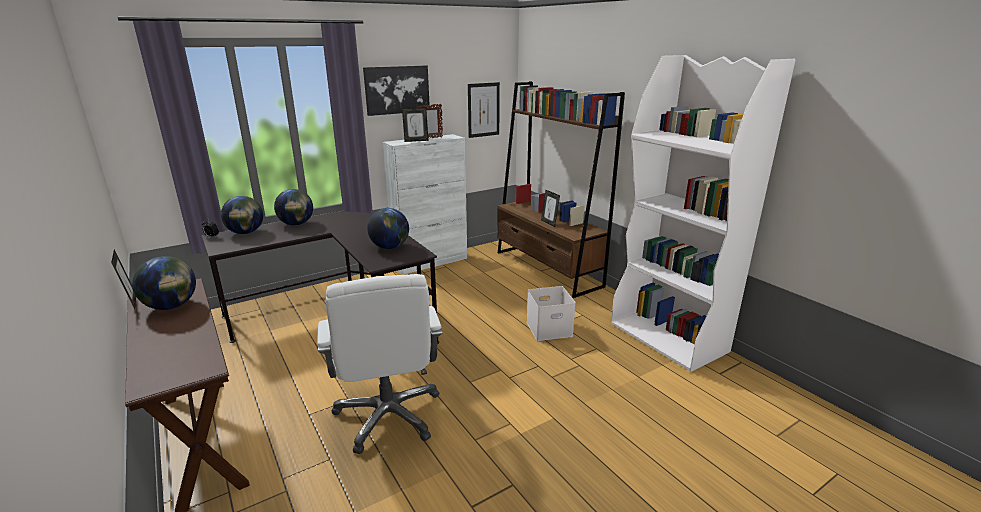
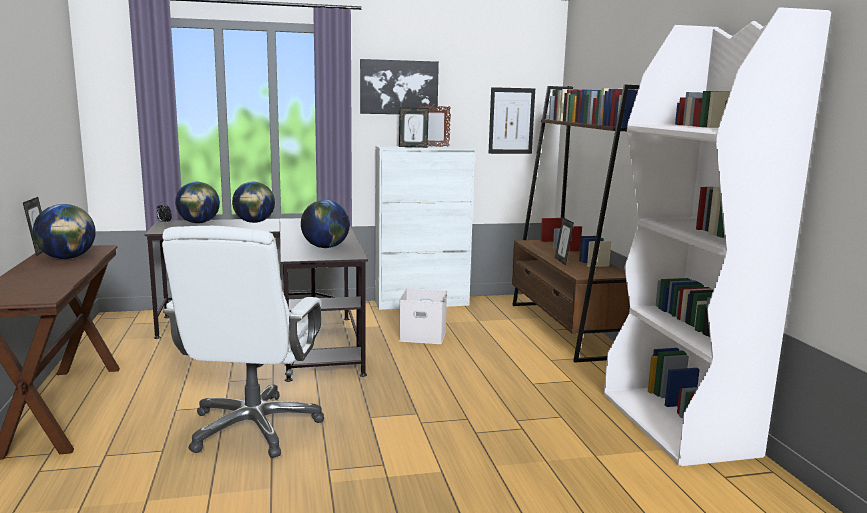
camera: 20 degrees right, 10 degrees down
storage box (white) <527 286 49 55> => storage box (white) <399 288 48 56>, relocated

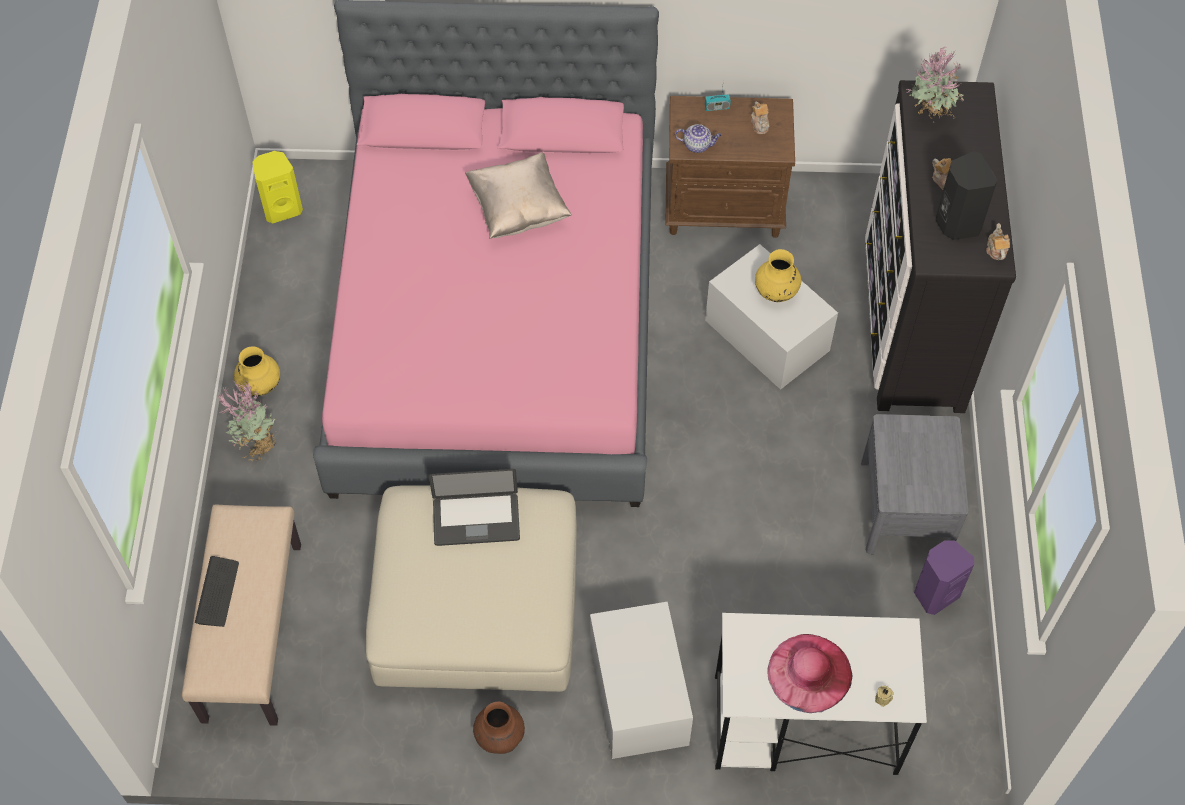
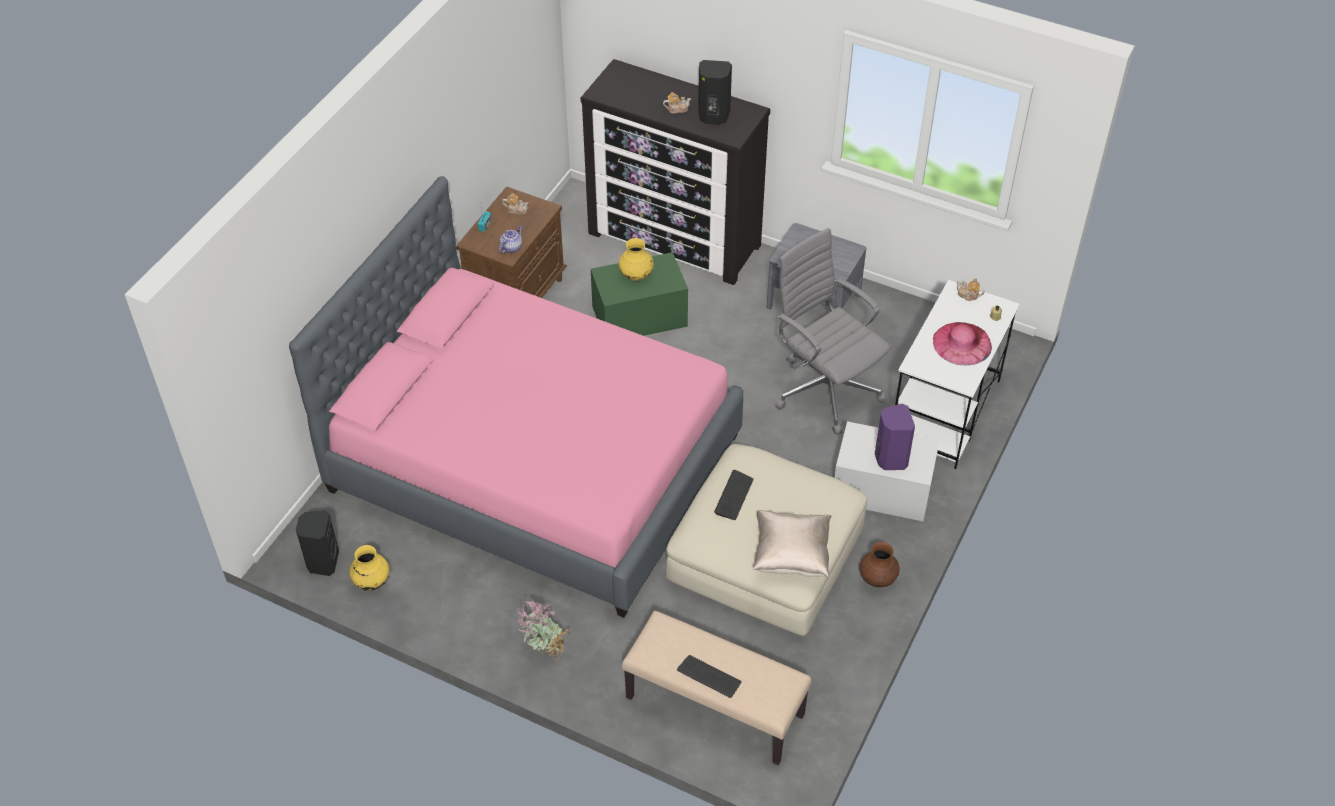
camera: 65 degrees left, 10 degrees down
potted plant <907 46 57 72> => nothing
speaker (yellow) <252 151 51 73> => speaker (black) <296 510 43 66>
pillow (beige) <465 152 107 87> => pillow (beige) <753 510 78 68>, relocated
teapot <986 223 24 37> => teapot <957 278 27 23>, relocated
storage box (white) <705 244 133 146> => storage box (green) <591 252 97 84>
vase (yellow) <234 346 46 51> => vase (yellow) <349 545 41 46>, relocated
laptop <429 469 91 77> => keyboard <714 470 40 50>
speaker (purple) <914 541 60 74> => speaker (purple) <875 404 40 66>, relocated
nothing => office chair (grey) <775 228 116 207>

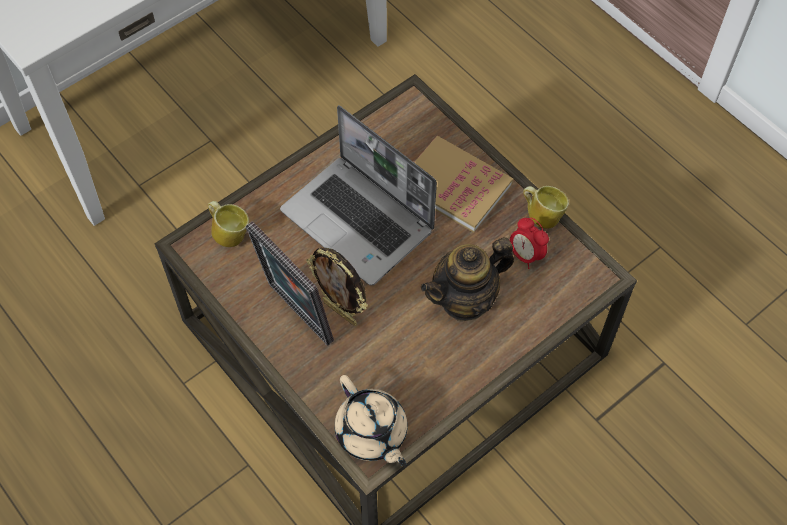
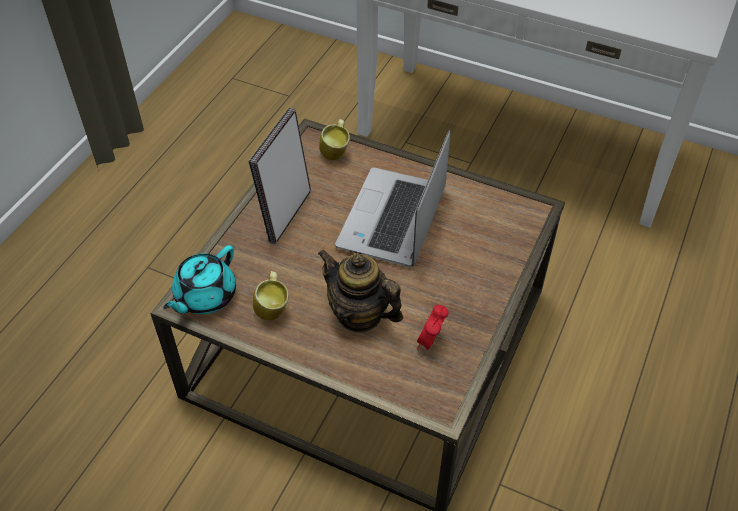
camera: 65 degrees right, 10 degrees down
book <414 136 99 97> => nothing
mug <523 186 46 43> => mug <253 271 36 49>, relocated
picture frame <306 247 62 79> => nothing
teapot (beige) <334 375 74 91> => teapot (turquoise) <163 245 73 69>

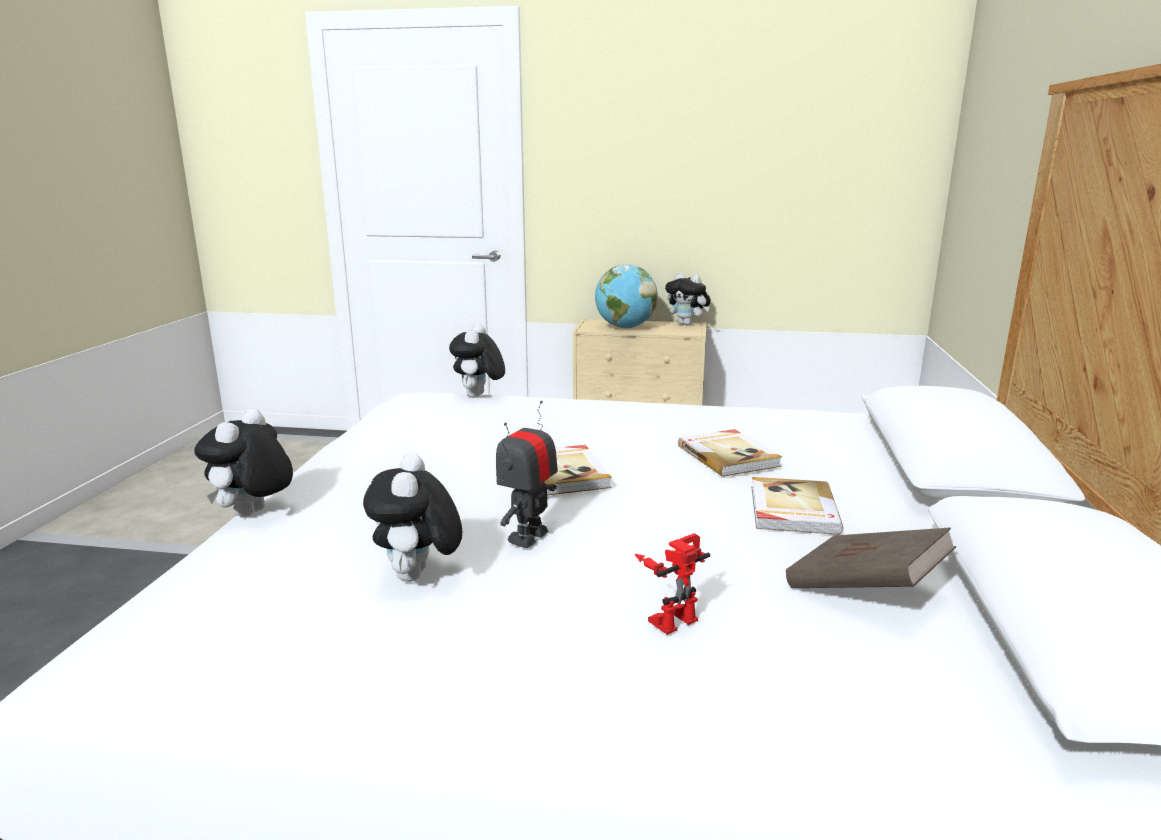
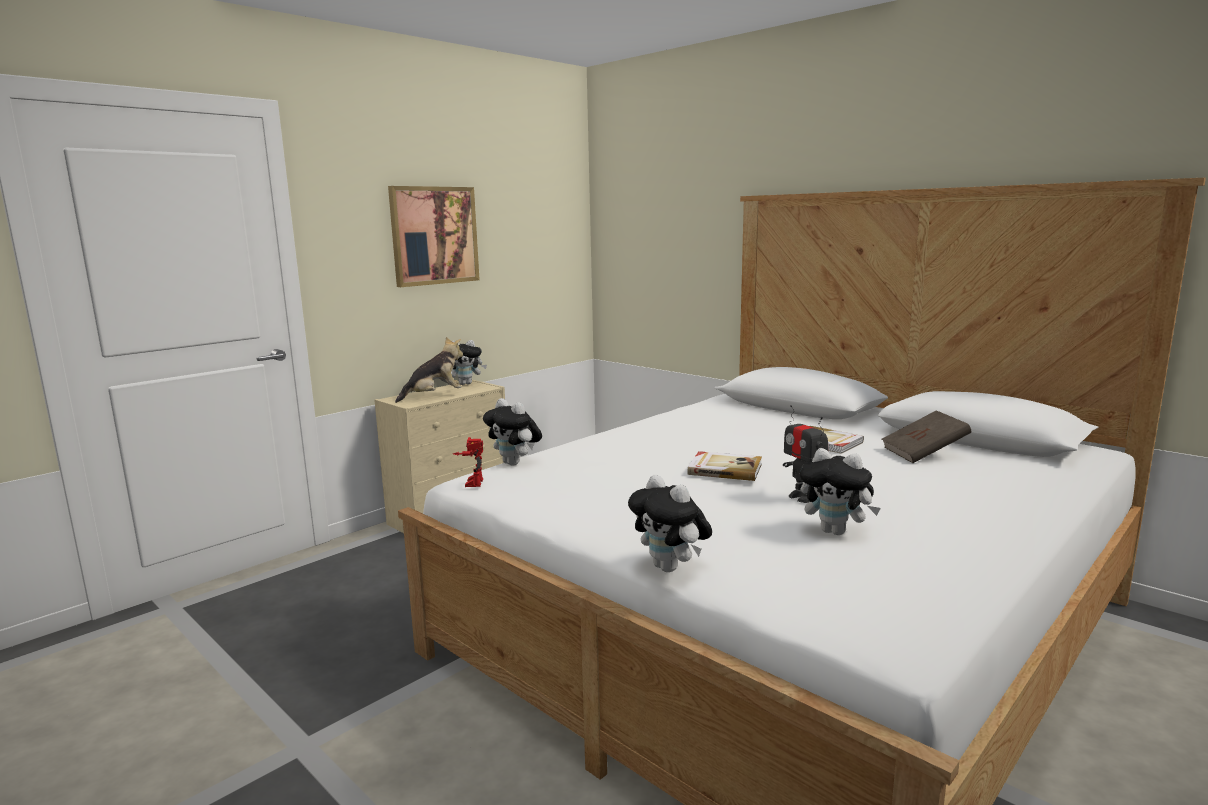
camera: 55 degrees left, 5 degrees down
globe <595 265 63 63> => plush toy <395 337 68 66>
book <678 429 104 48> => nothing
toy robot <635 533 75 102> => toy robot <453 437 30 50>, relocated
nothing => picture <388 186 92 101>

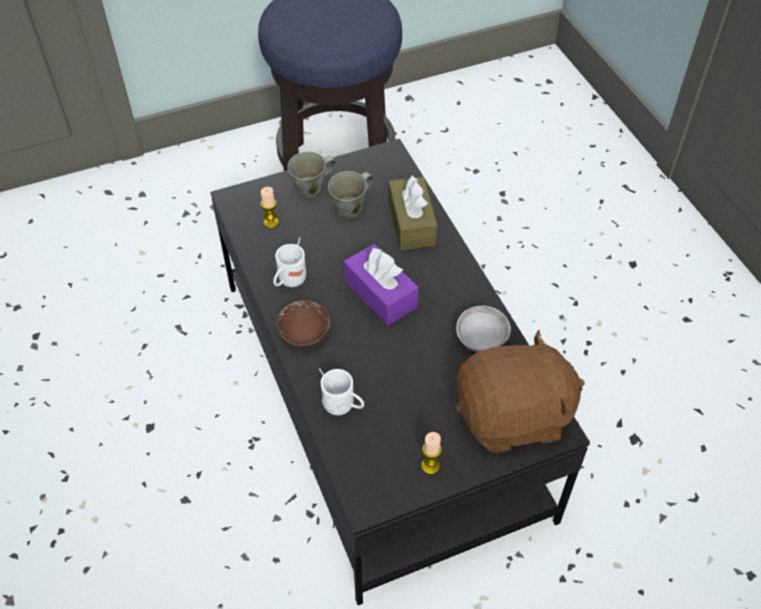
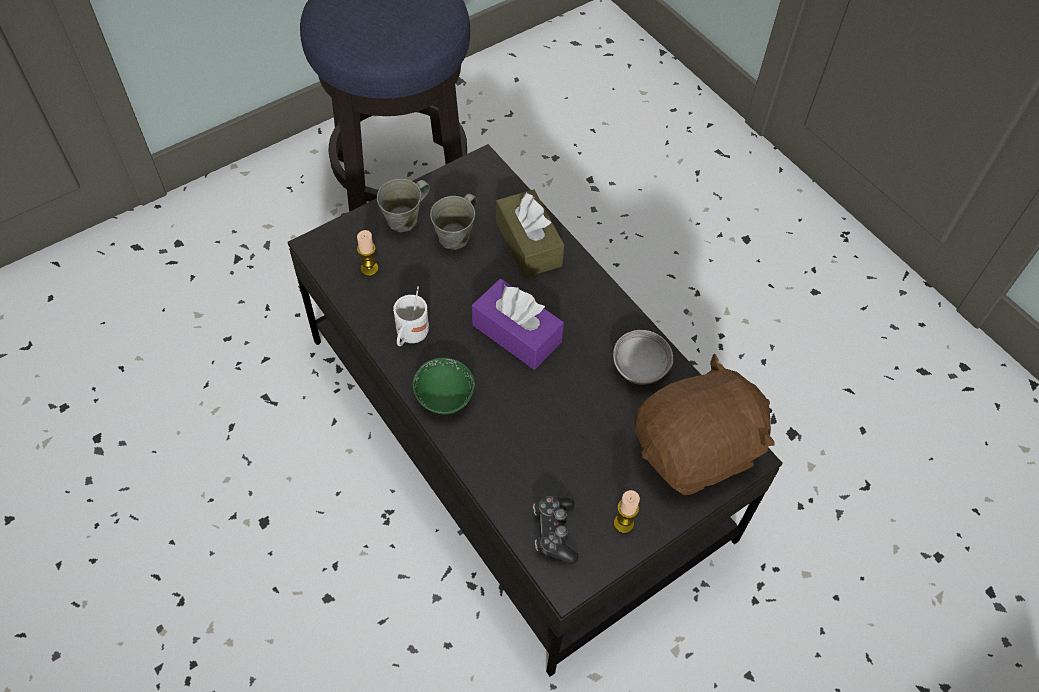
camera: 15 degrees left, 5 degrees up
bowl (brown) <276 300 55 47> => bowl (green) <413 358 62 56>
mug (white) <319 368 45 47> => nothing
nothing => game controller <533 496 45 69>

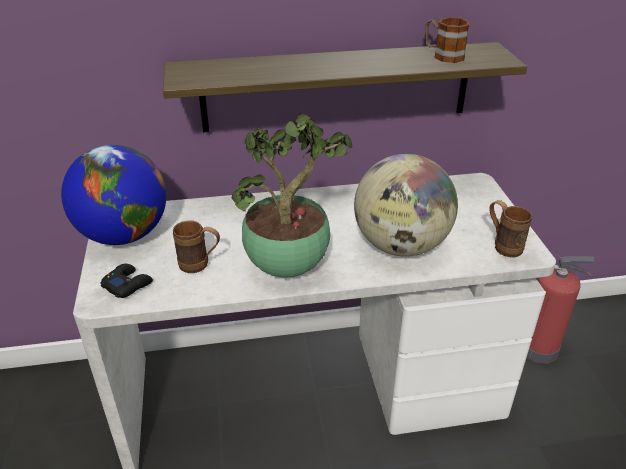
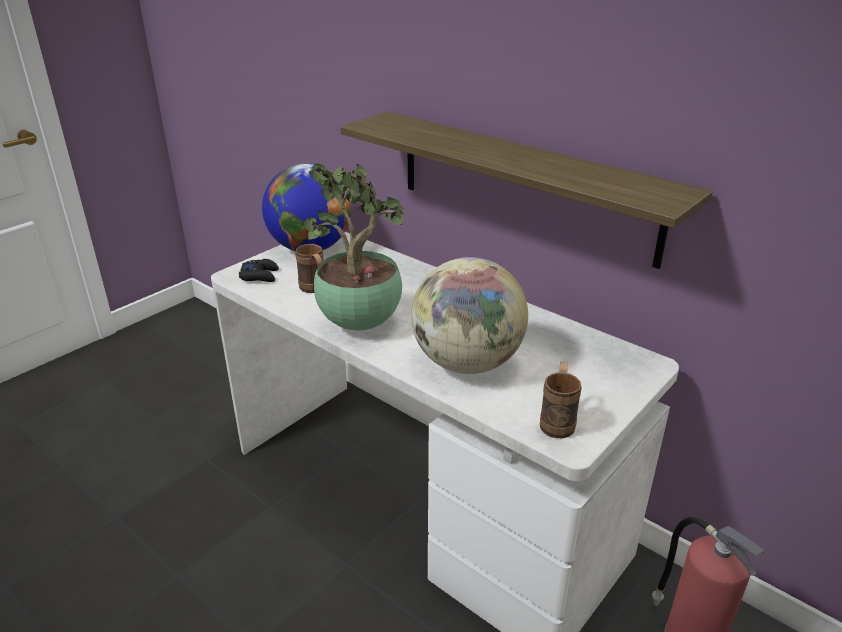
camera: 50 degrees right, 5 degrees down
mug <425 17 45 46> => nothing

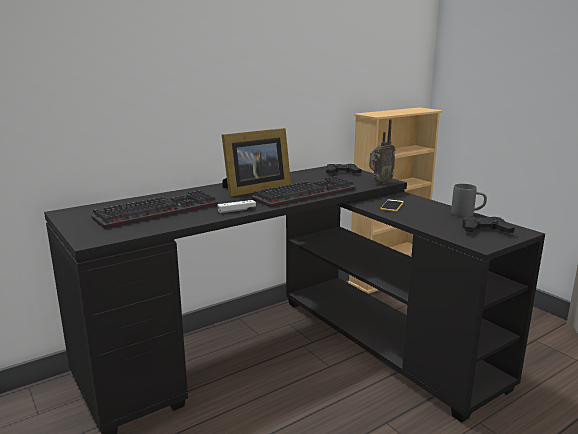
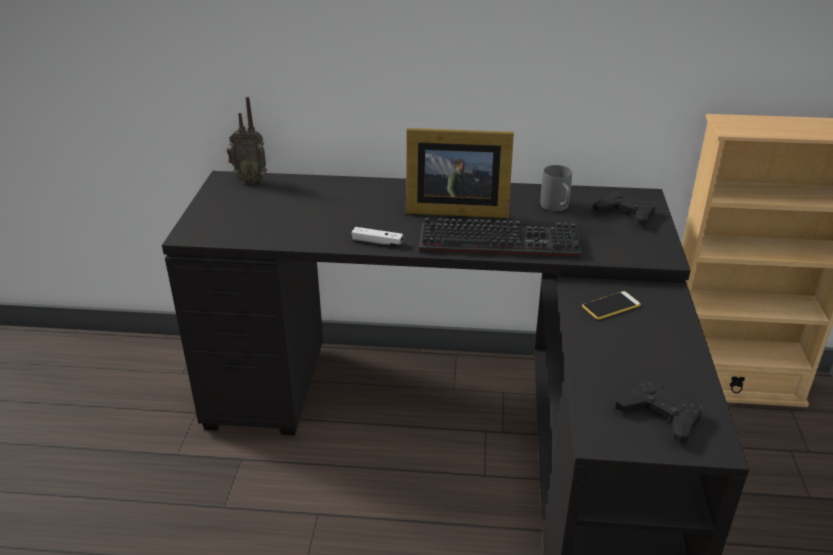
camera: 40 degrees right, 15 degrees up
radio <369 119 27 65> => radio <227 97 40 87>, relocated
mug (grey) <451 184 36 33> => mug (grey) <540 165 32 46>, relocated
keyboard <91 190 127 39> => nothing

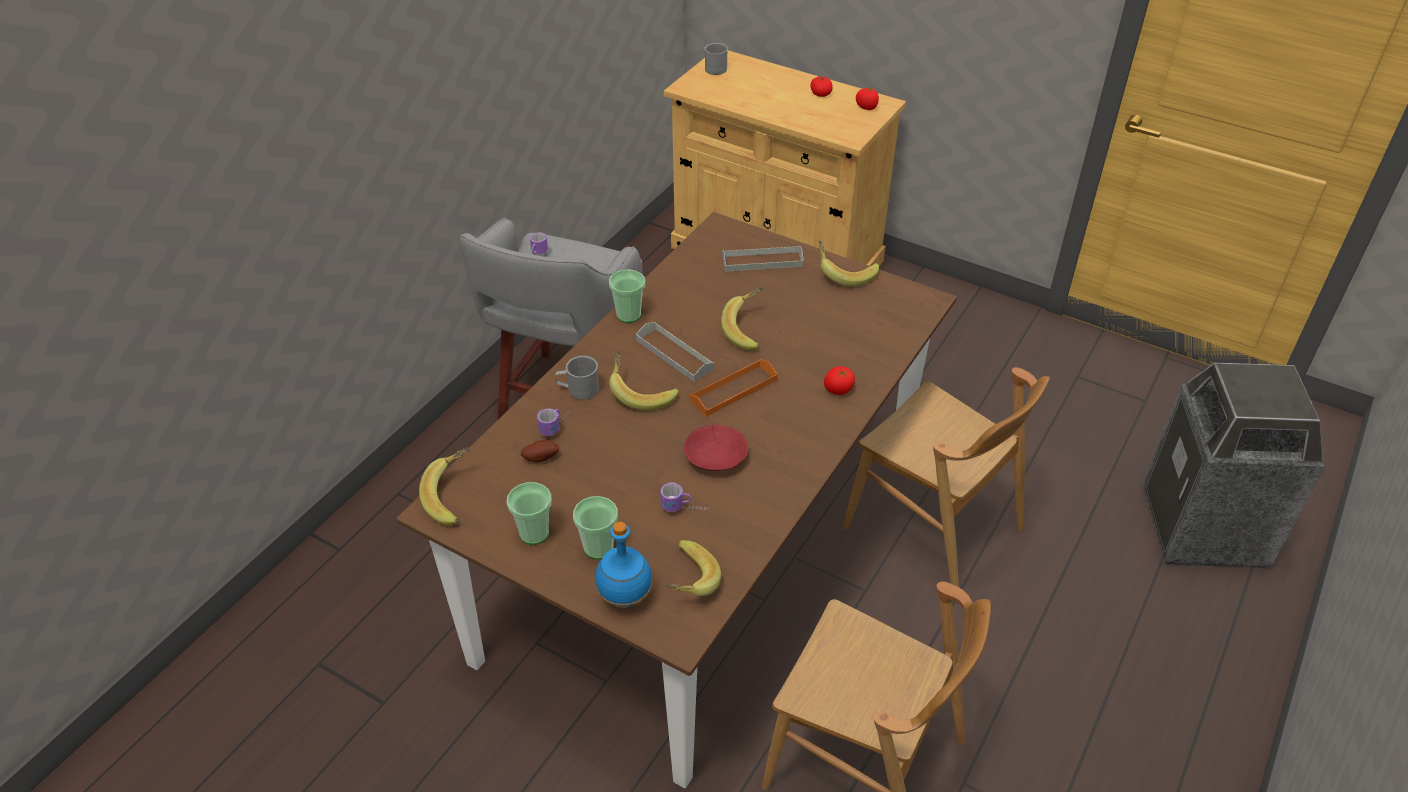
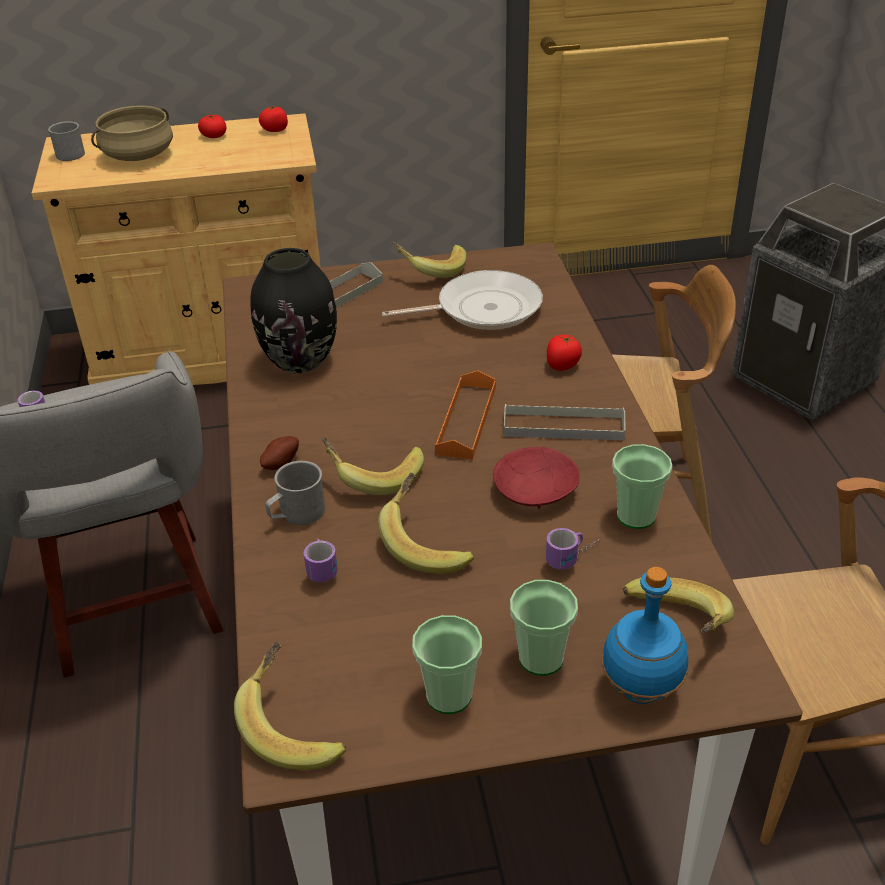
camera: 40 degrees left, 5 degrees down
cup <609 270 36 53> => cup <612 444 60 85>, relocated
banana <721 287 43 64> => banana <378 473 96 101>, relocated
tray (grey) <636 322 78 60> => tray (grey) <504 404 121 36>, relocated
potato <521 440 38 22> => potato <260 436 39 34>, relocated
nothing => cooking pot (beige) <91 105 82 56>
nothing => vase (black) <250 248 87 125>
nothing => frying pan <382 270 161 60>

